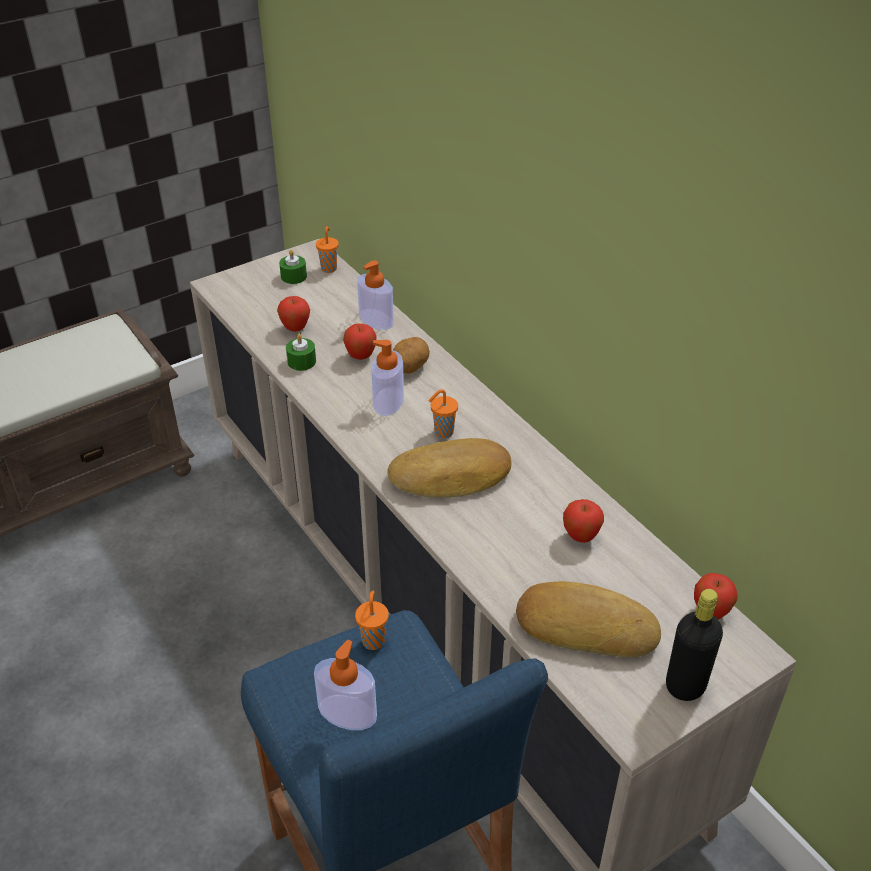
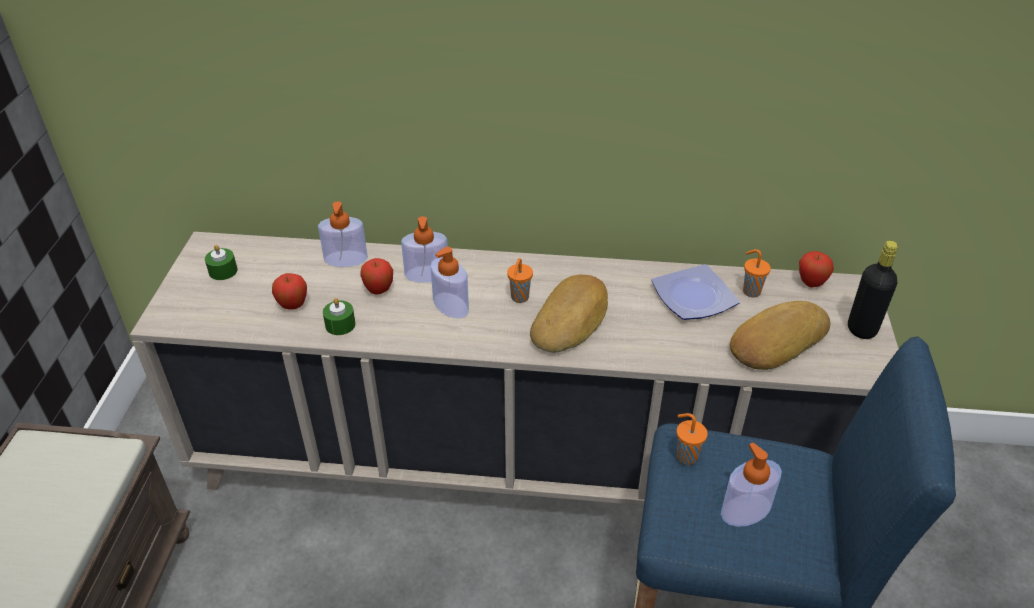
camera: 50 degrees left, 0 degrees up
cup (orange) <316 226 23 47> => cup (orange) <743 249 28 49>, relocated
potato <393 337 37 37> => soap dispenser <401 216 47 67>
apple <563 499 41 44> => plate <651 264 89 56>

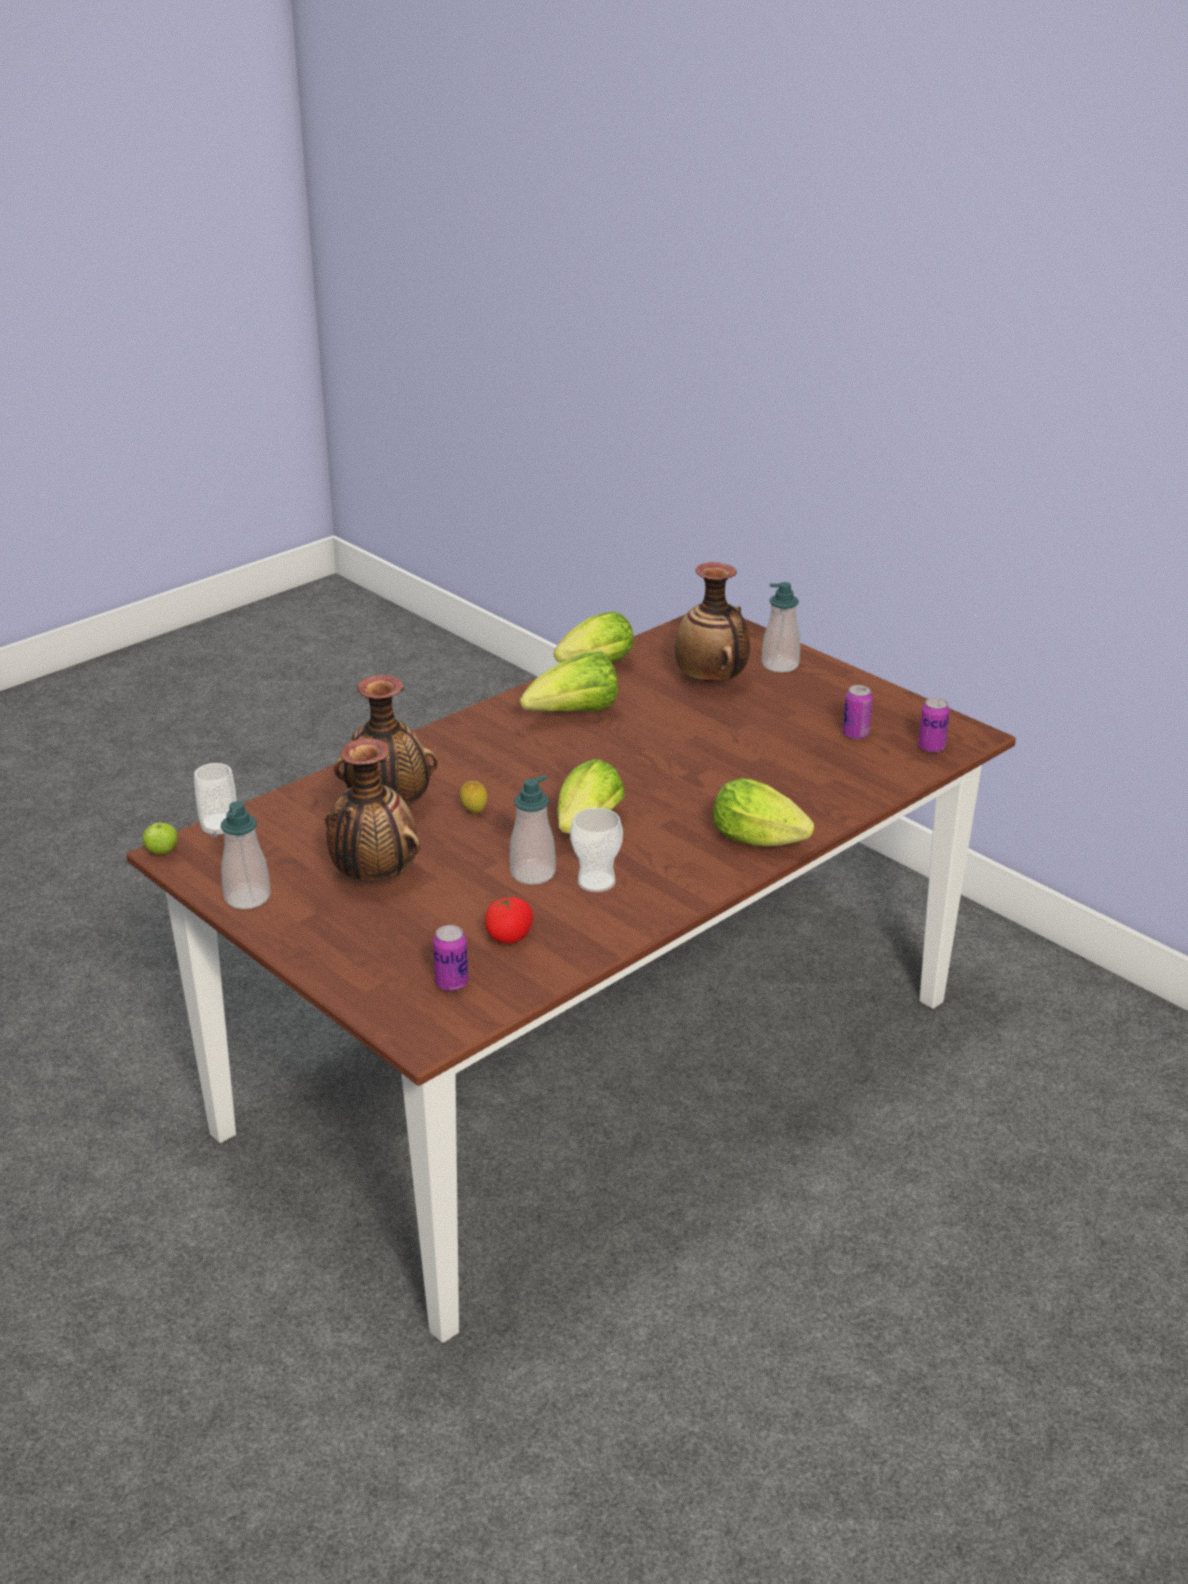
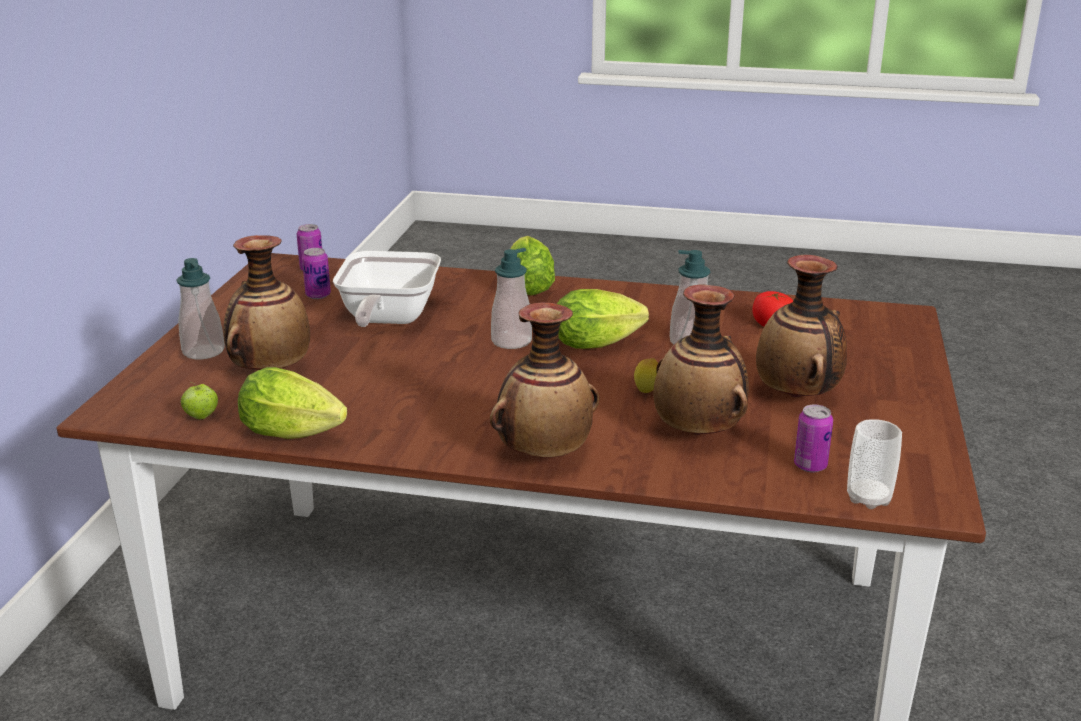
camera: 125 degrees left, 5 degrees down
lettuce <520 652 98 59> => nothing
soap dispenser <221 801 49 108> => soap dispenser <491 248 41 101>, relocated
cup <570 808 53 84> => nothing
apple <142 818 36 37> => apple <180 382 38 37>, relocated
can <433 925 35 66> => can <794 405 39 68>, relocated
nothing => frying pan <333 251 108 76>
nothing => vase <490 302 109 156>

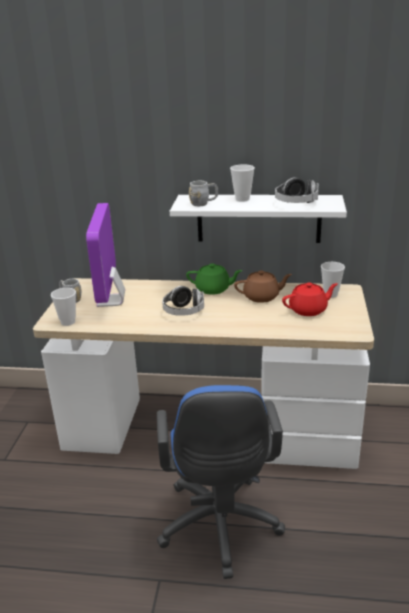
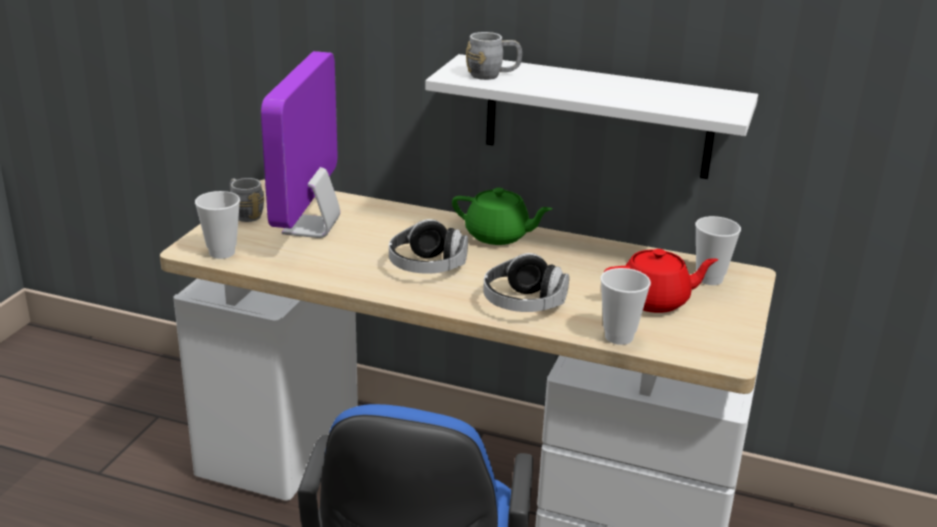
camera: 10 degrees right, 0 degrees up
cup <230 164 25 38> => cup <600 268 51 77>, relocated
headphones <275 177 44 26> => headphones <483 253 86 59>, relocated
teapot (brown) <234 270 58 33> => nothing

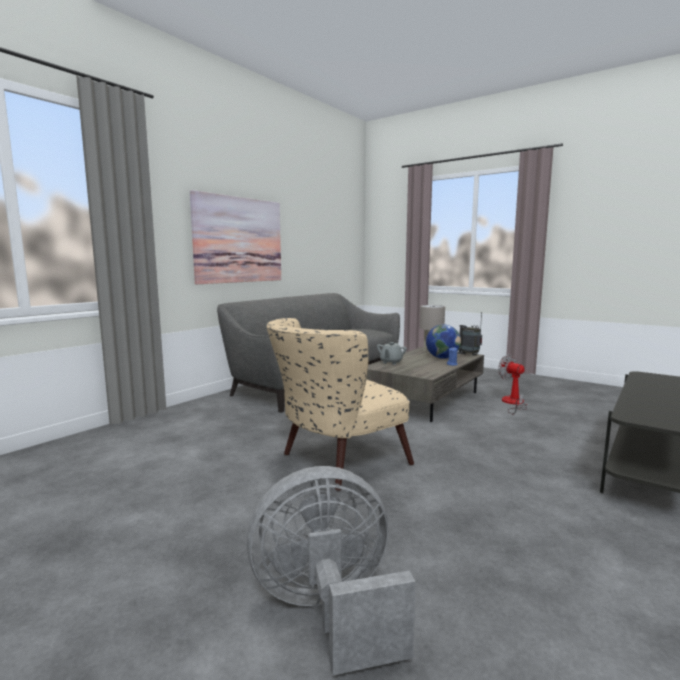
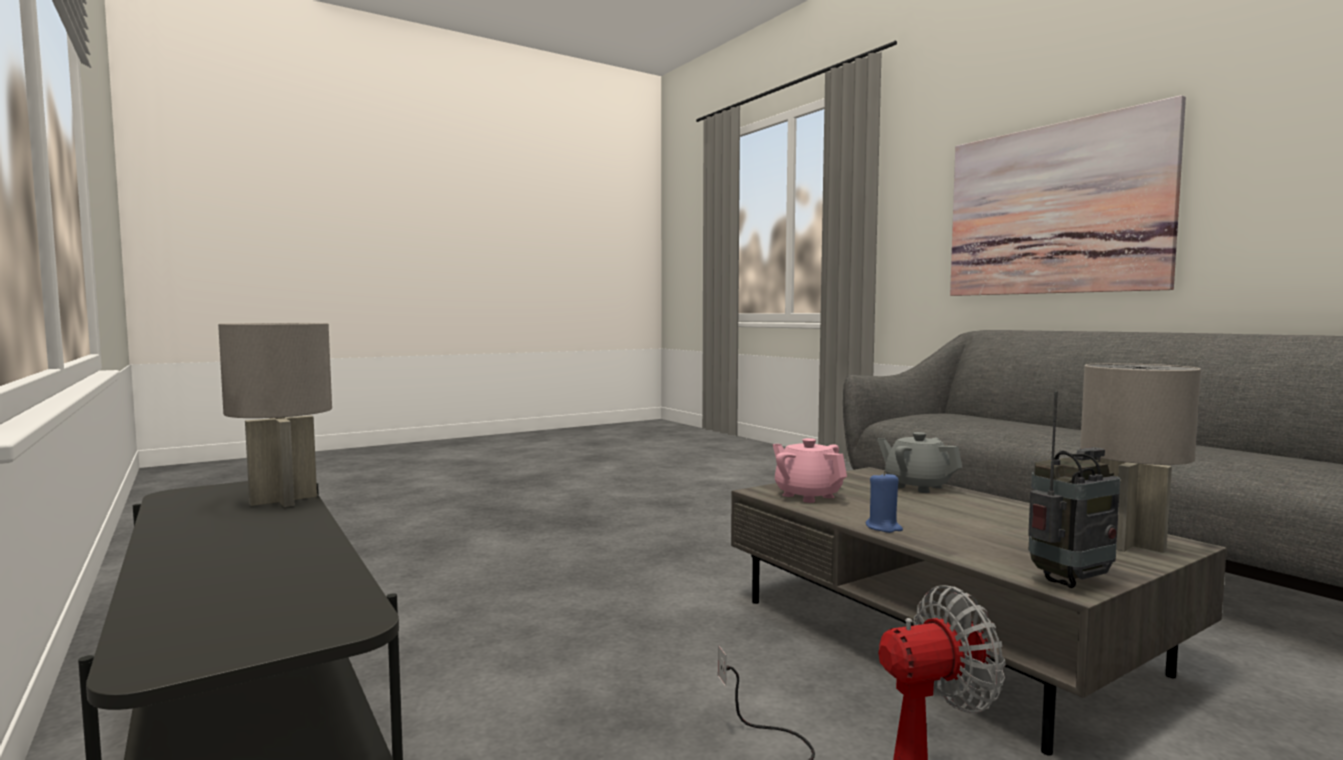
camera: 110 degrees right, 5 degrees down
armchair (beige) <266 318 148 173> => nothing
globe <426 324 35 35> => nothing
fan (grey) <247 466 169 209> => nothing
nothing => table lamp (grey) <218 323 114 184>
nothing => teapot (pink) <773 438 74 65>

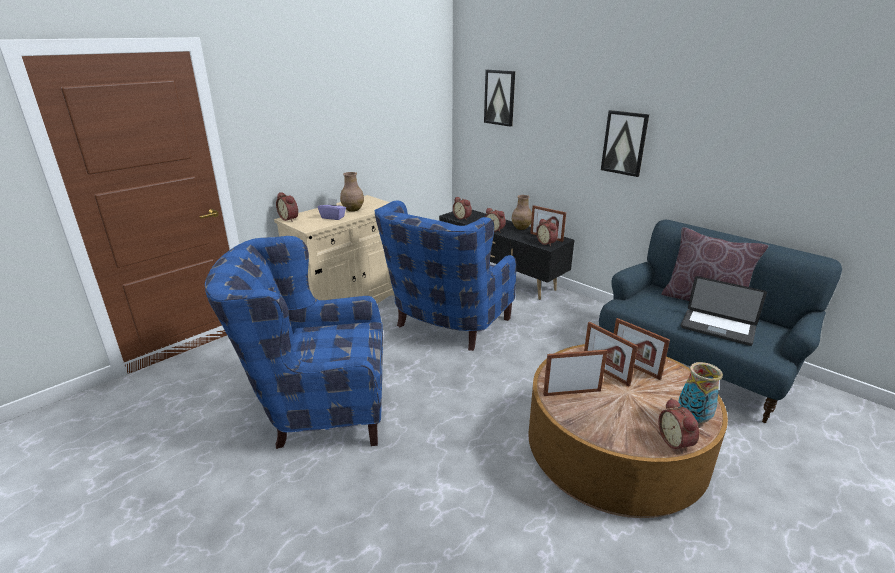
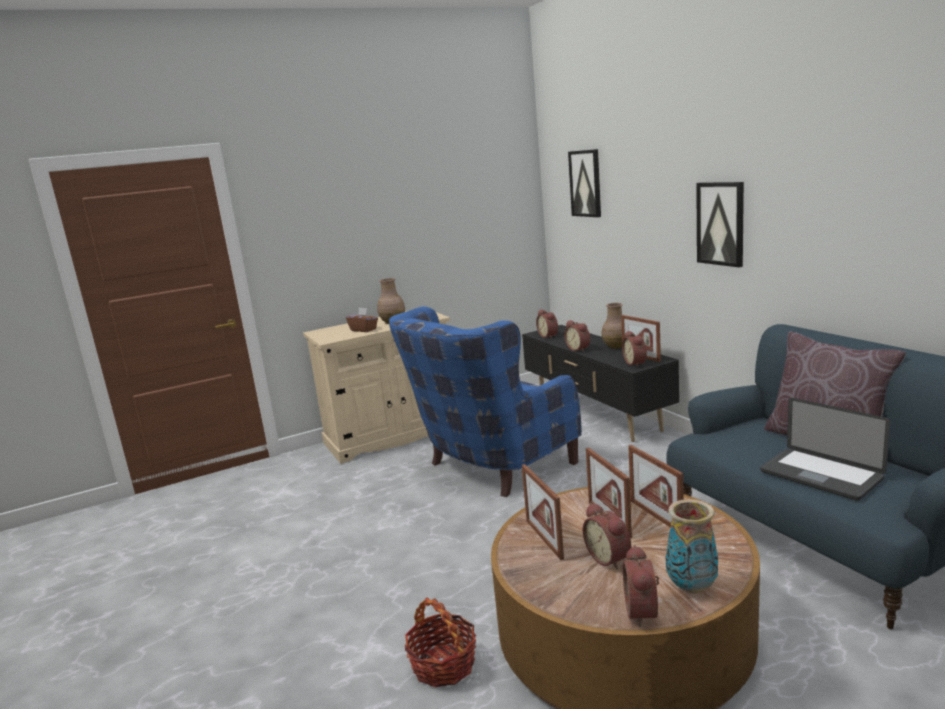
camera: 20 degrees right, 10 degrees down
alarm clock <276 192 22 30> => alarm clock <583 503 48 67>, relocated
tissue box (purple) <318 198 28 22> => tissue box (brown) <346 308 32 24>
armchair (blue) <205 236 178 213> => nothing
picture frame <543 350 64 46> => picture frame <522 464 42 96>, 120 degrees counterclockwise
nothing => basket <405 597 71 90>

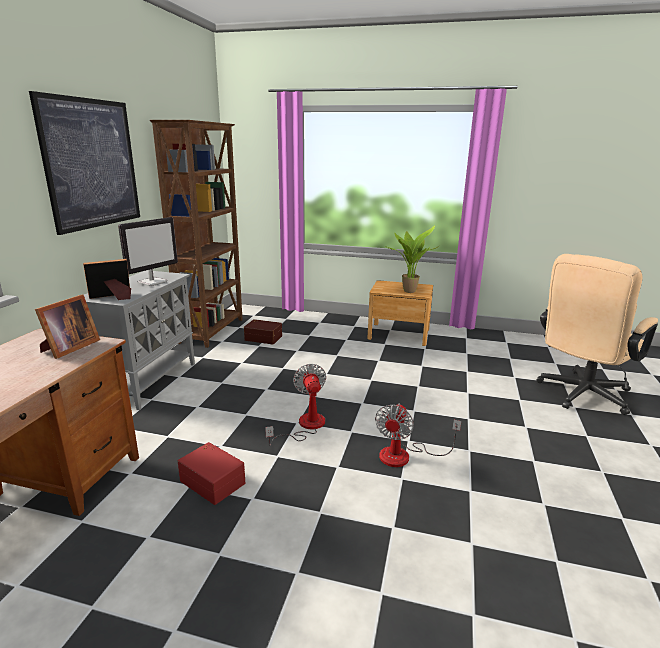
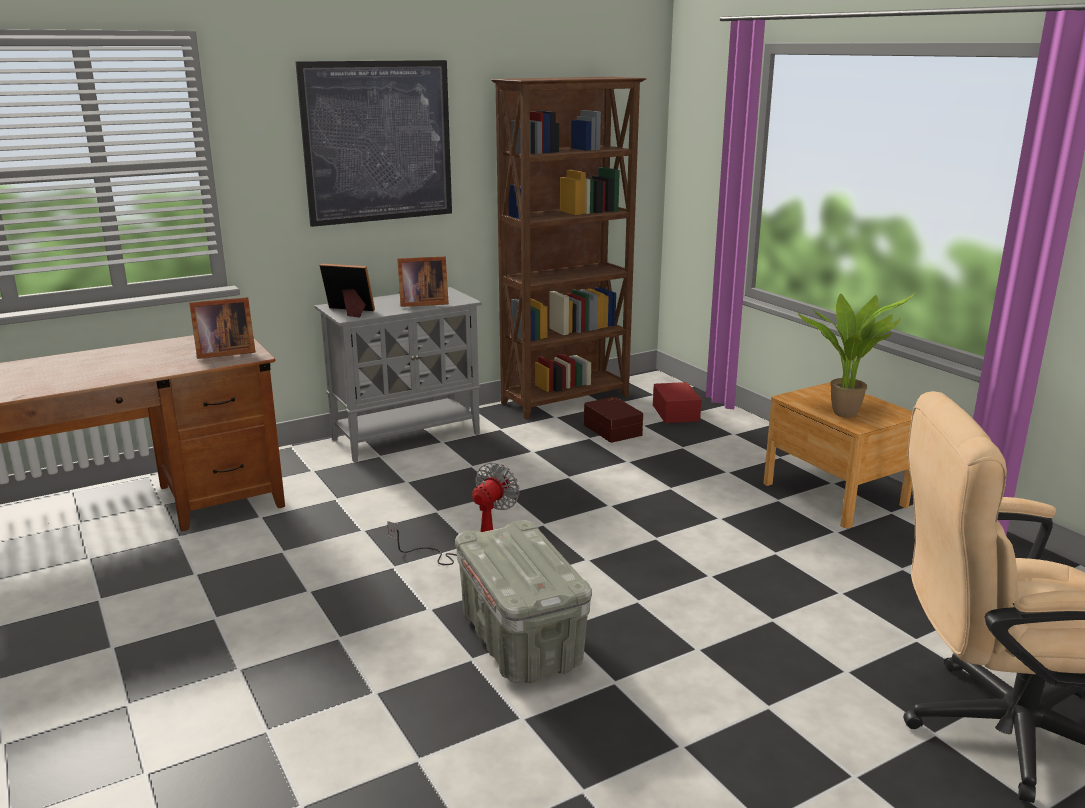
camera: 45 degrees right, 0 degrees up
monitor <118 217 60 69> => picture frame <397 256 52 51>
fan <375 403 86 64> => storage box (grey) <455 521 137 162>
storage box (red) <178 442 67 63> => storage box (red) <653 382 48 41>, relocated

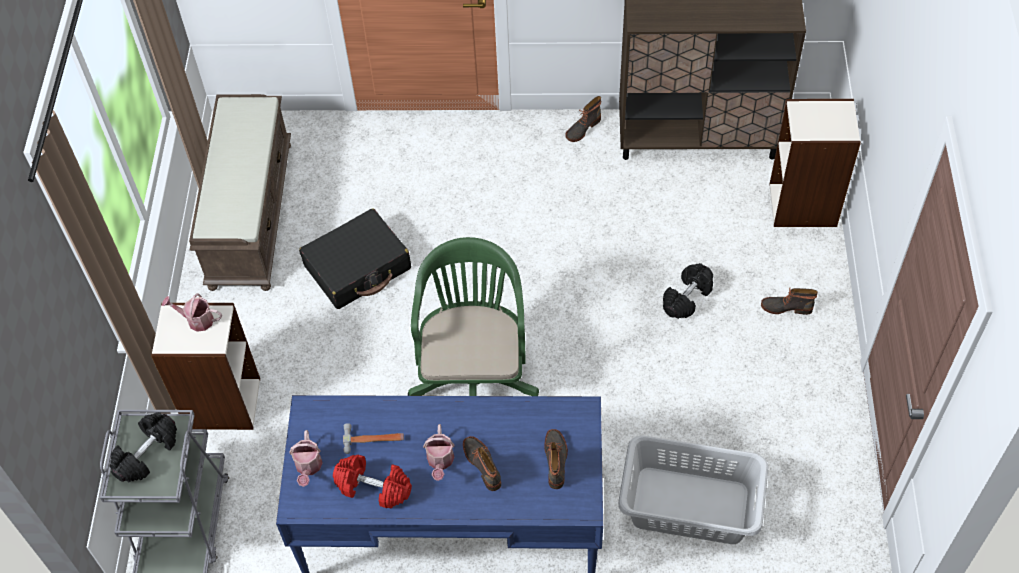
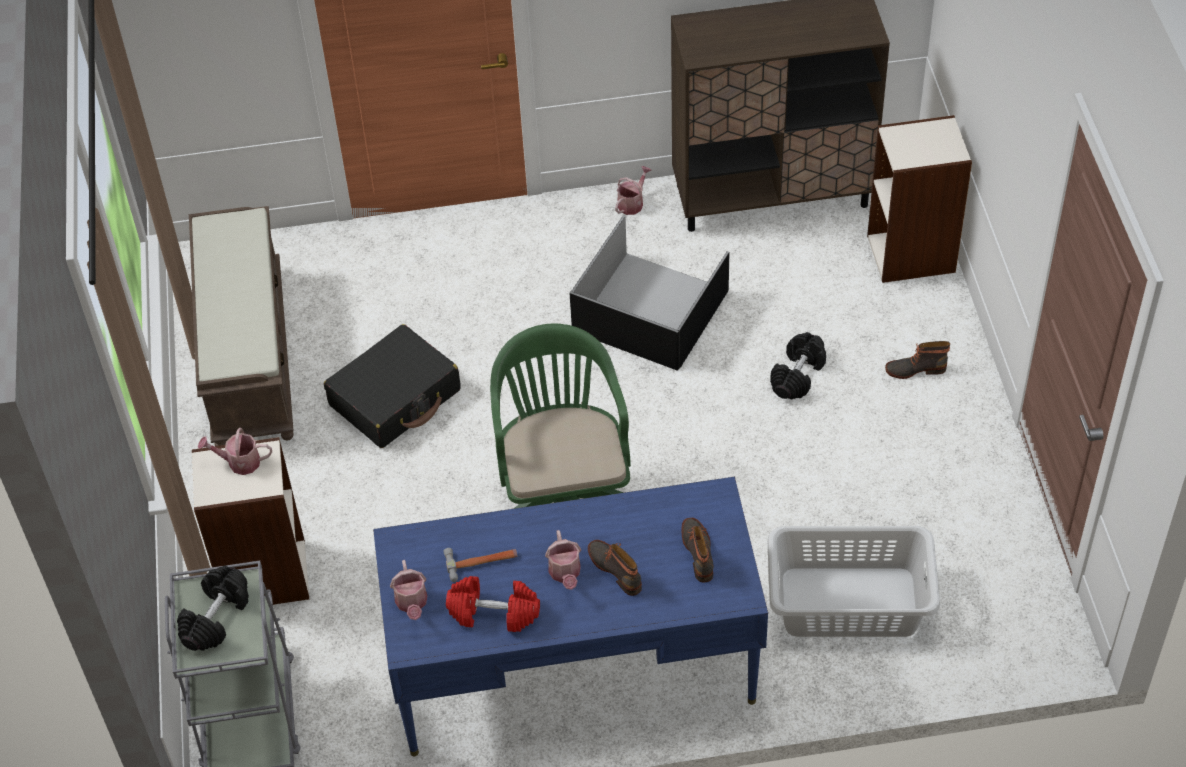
camera: 10 degrees left, 5 degrees down
boot <565 96 36 46> => watering can <615 166 37 49>
nothing => storage box (black) <570 215 160 156>

